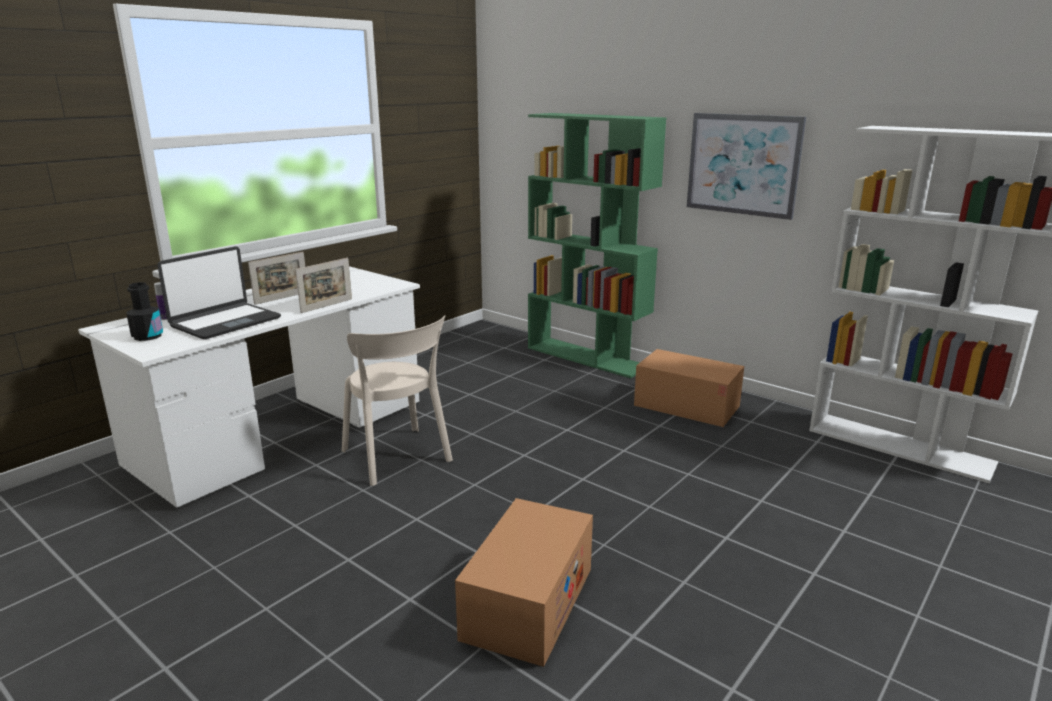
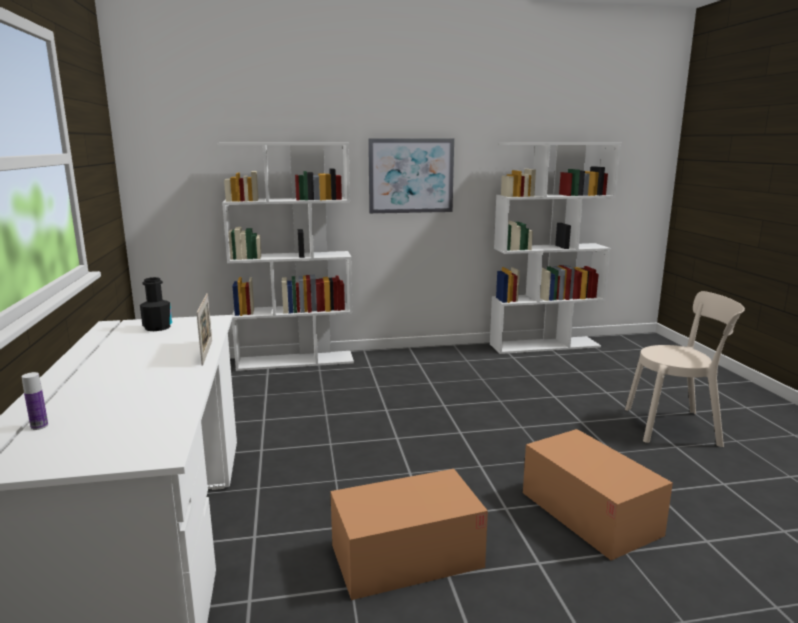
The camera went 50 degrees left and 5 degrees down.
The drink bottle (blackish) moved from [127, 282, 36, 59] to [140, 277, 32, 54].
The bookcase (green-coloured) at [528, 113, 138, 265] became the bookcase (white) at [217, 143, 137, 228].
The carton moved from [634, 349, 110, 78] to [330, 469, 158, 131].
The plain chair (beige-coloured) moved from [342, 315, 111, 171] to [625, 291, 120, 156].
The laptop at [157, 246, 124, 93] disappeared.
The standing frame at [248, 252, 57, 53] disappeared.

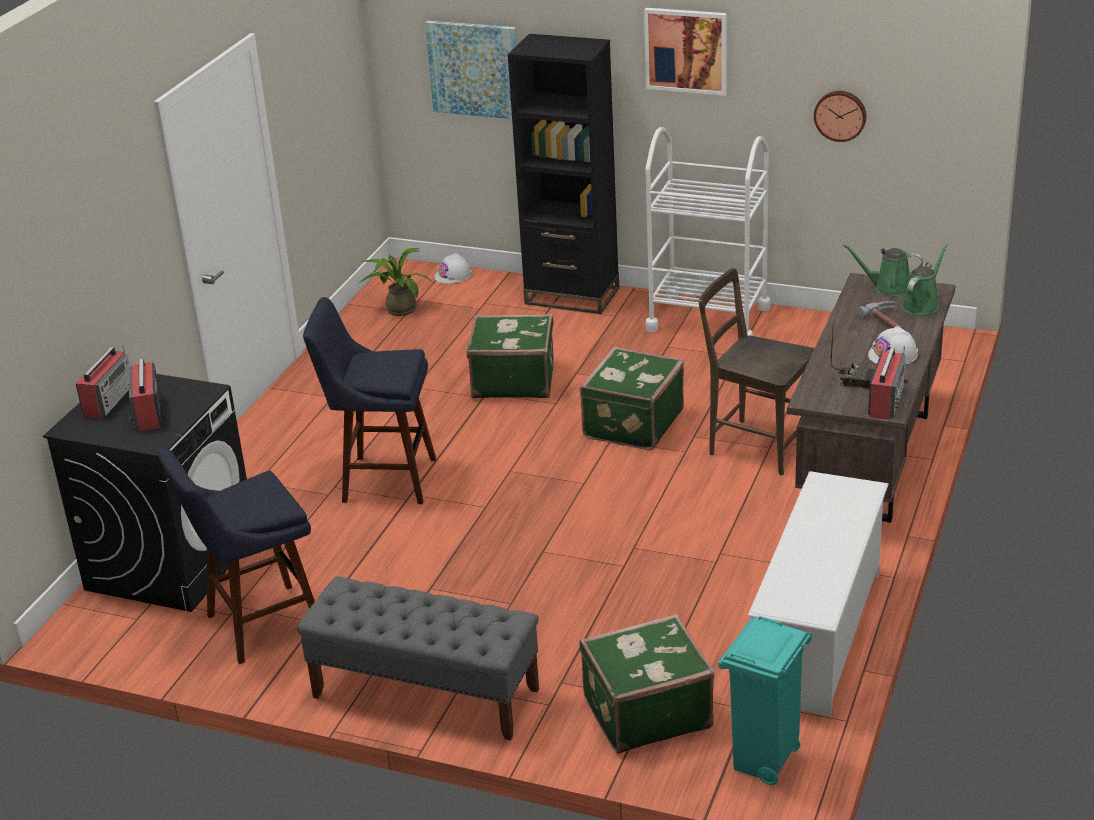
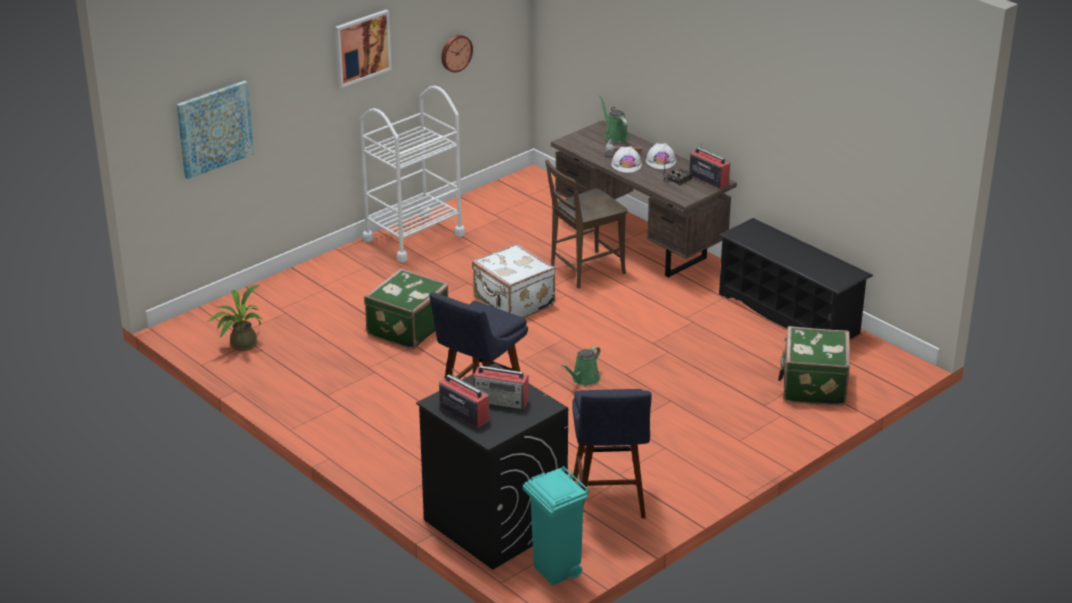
The camera went 65 degrees left and 0 degrees up.
The piece of luggage (green-coloured) at [580, 347, 104, 103] became the piece of luggage (white) at [472, 243, 83, 75].
The waste bin (blue-green) moved from [718, 616, 94, 169] to [523, 466, 66, 119].
The watering can (green-coloured) moved from [842, 244, 81, 52] to [561, 346, 39, 40].
The hard hat (white) moved from [434, 253, 38, 31] to [611, 146, 31, 27].
The shoe shelf (white) at [748, 471, 141, 245] became the shoe shelf (blackish) at [719, 218, 154, 121].
The indoor bench (greyish) at [297, 576, 242, 165] disappeared.
The bookcase (blackish) at [508, 34, 111, 280] disappeared.

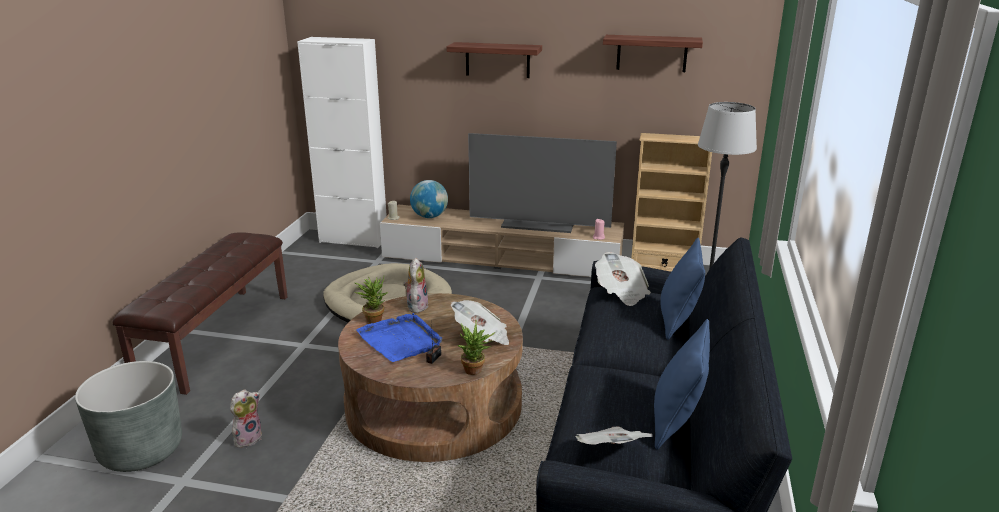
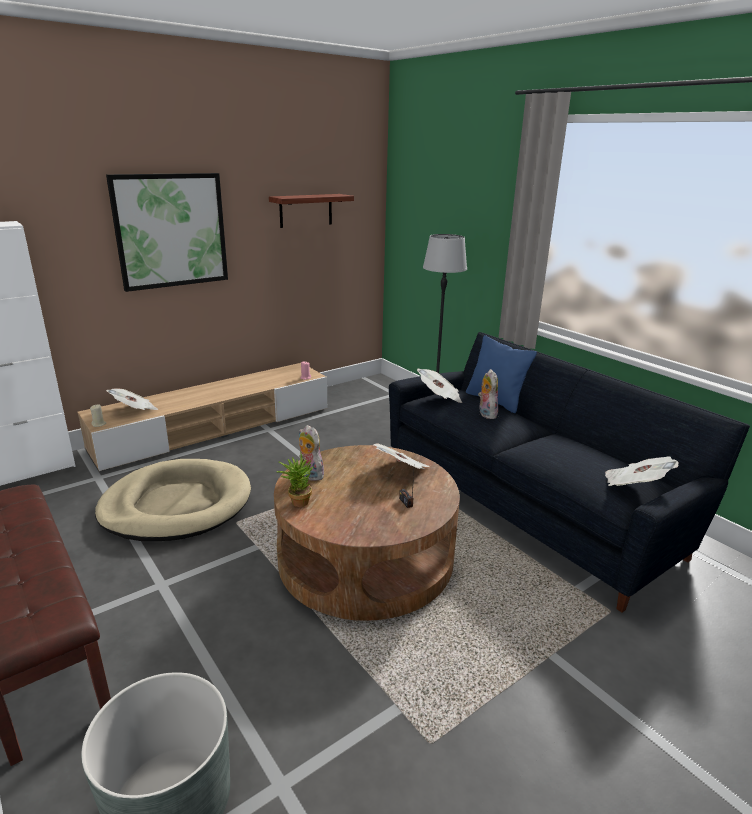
The camera went 50 degrees left and 0 degrees up.
The bracket shelf at [446, 42, 96, 36] was replaced by the picture at [106, 173, 122, 119].
The globe at [410, 180, 38, 38] was replaced by the daily paper at [106, 389, 53, 21].
The plush toy moved from [230, 389, 32, 59] to [478, 369, 20, 50].
The carrying tray (blue-coloured) at [356, 313, 86, 49] disappeared.
The potted plant at [457, 320, 39, 55] disappeared.
The TV set at [468, 133, 149, 100] disappeared.
The bookcase (beige-coloured) at [631, 133, 81, 139] disappeared.
The throw pillow (blue-coloured) at [654, 319, 56, 131] disappeared.

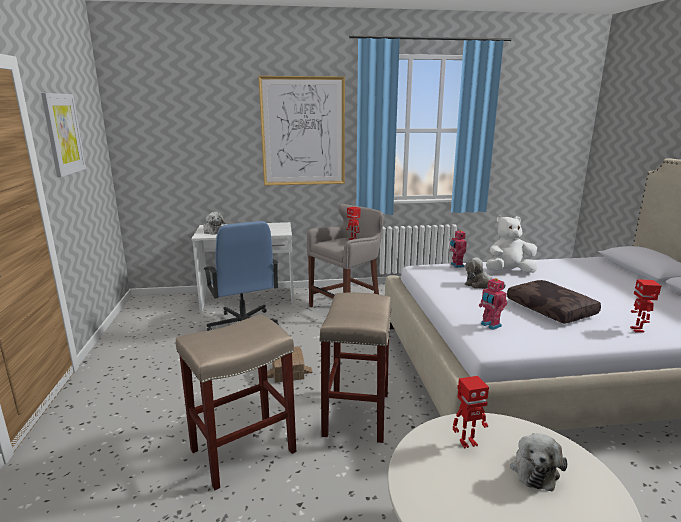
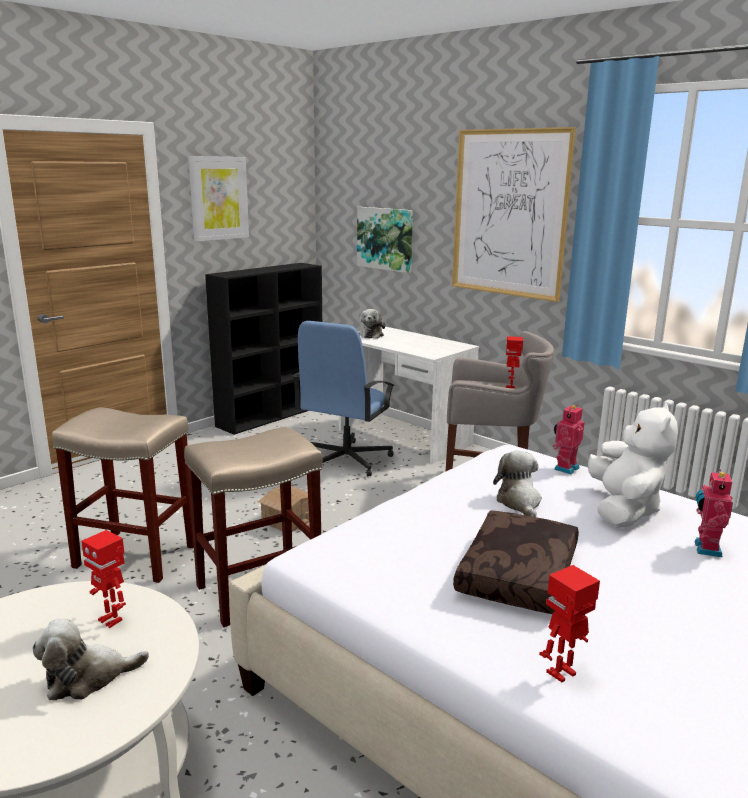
The camera went 50 degrees right and 0 degrees up.
The bookcase (blackish) at [205, 263, 117, 172] appeared.
The picture at [357, 207, 56, 66] appeared.
The plush toy (white) at [486, 215, 52, 58] turned 60 degrees clockwise.
The model robot moved from [479, 277, 28, 53] to [695, 469, 38, 88].

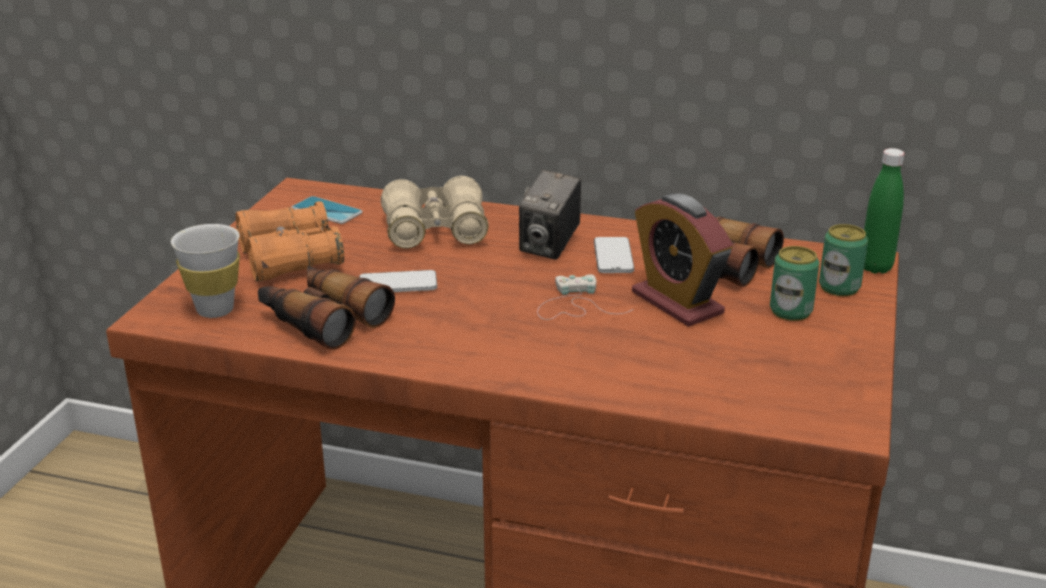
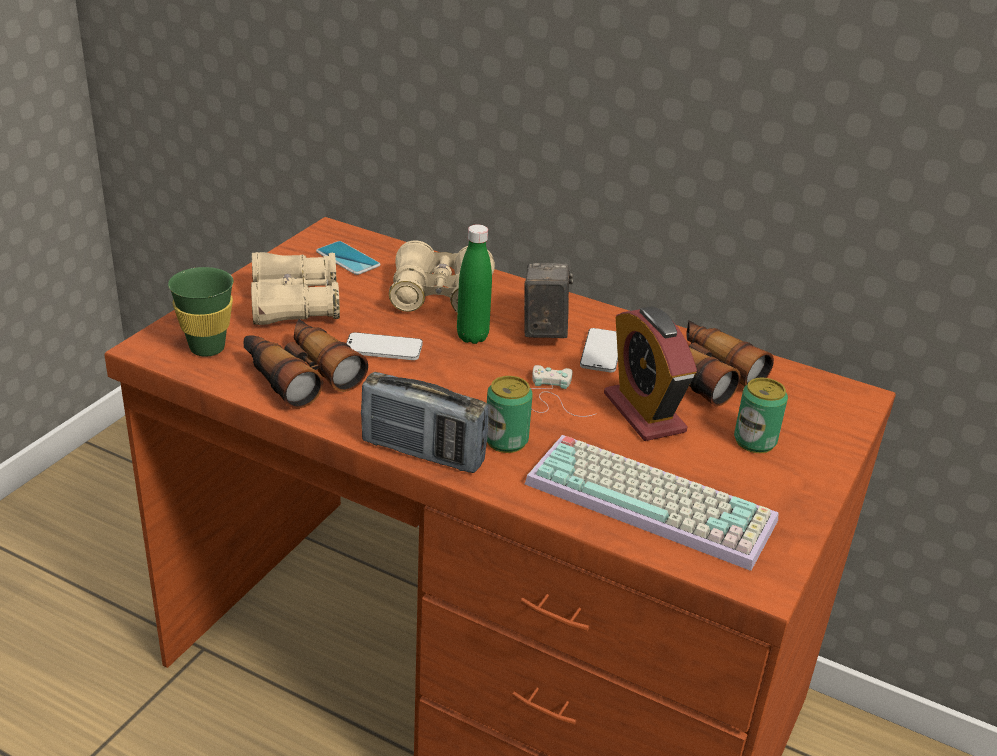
The camera went 10 degrees right and 5 degrees up.
The small cup (white) at [171, 224, 69, 94] became the small cup (green-coloured) at [168, 267, 65, 90].
The binoculars (orange-coloured) at [236, 201, 108, 80] became the binoculars (beige-coloured) at [251, 252, 89, 73].
The radio at [361, 372, 128, 101] appeared.
The drink bottle (green-coloured) moved from [864, 148, 41, 126] to [457, 224, 35, 120].
The metal can moved from [819, 224, 49, 72] to [487, 376, 46, 77].
The photo camera at [519, 169, 62, 91] turned 150 degrees clockwise.
The keyboard at [525, 435, 254, 136] appeared.

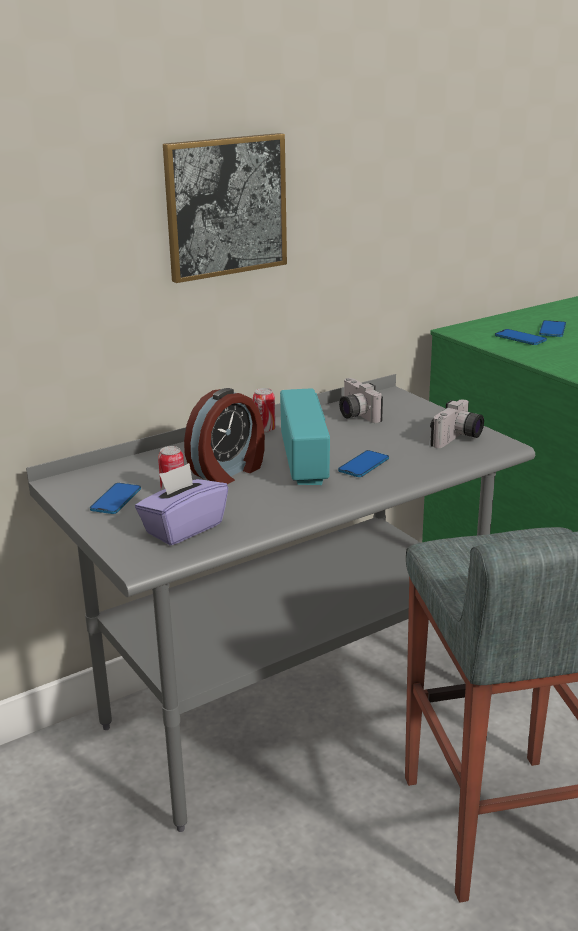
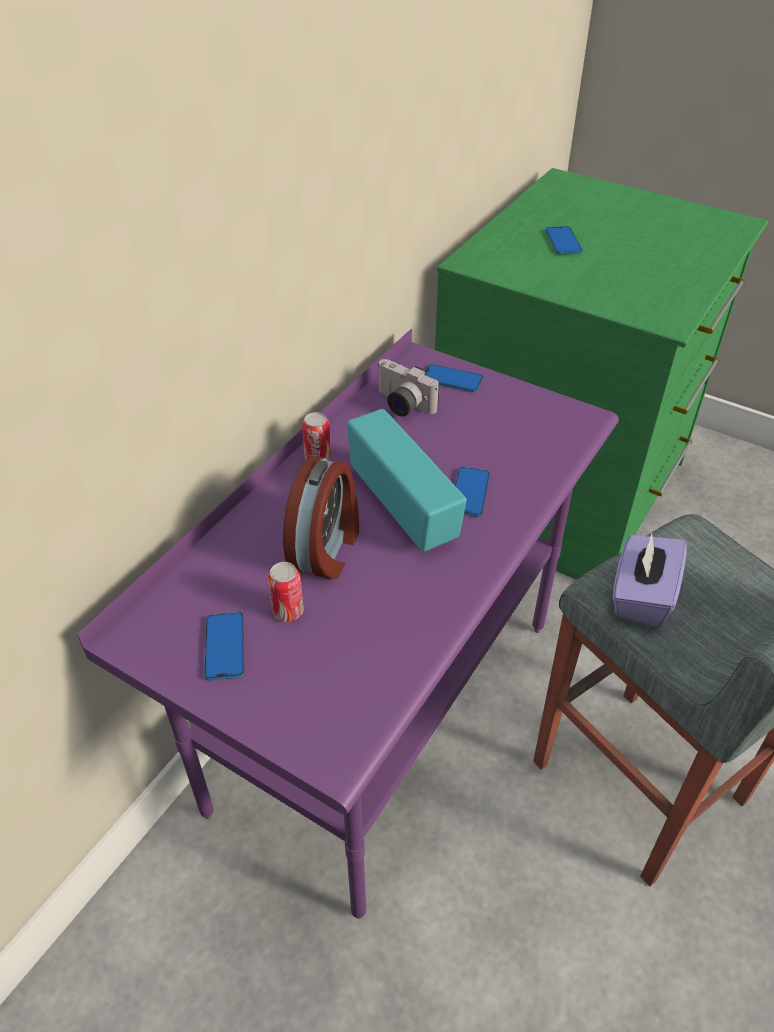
The camera went 25 degrees left and 20 degrees up.
The desk (greyish) at [26, 374, 509, 458] became the desk (purple-coloured) at [77, 329, 542, 590].
The handset moved from [495, 329, 52, 16] to [426, 364, 57, 28].
The tissue holder (purple-coloured) moved from [135, 463, 93, 83] to [613, 533, 74, 95].
The picture at [163, 133, 124, 150] disappeared.
The photo camera at [430, 400, 54, 48] disappeared.

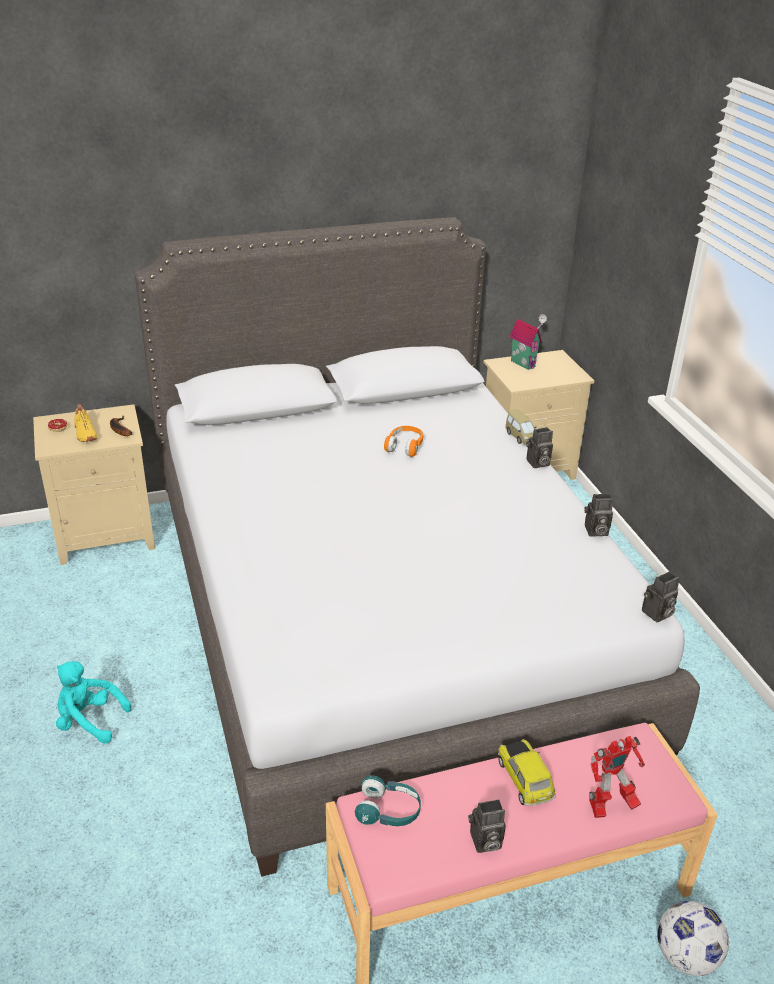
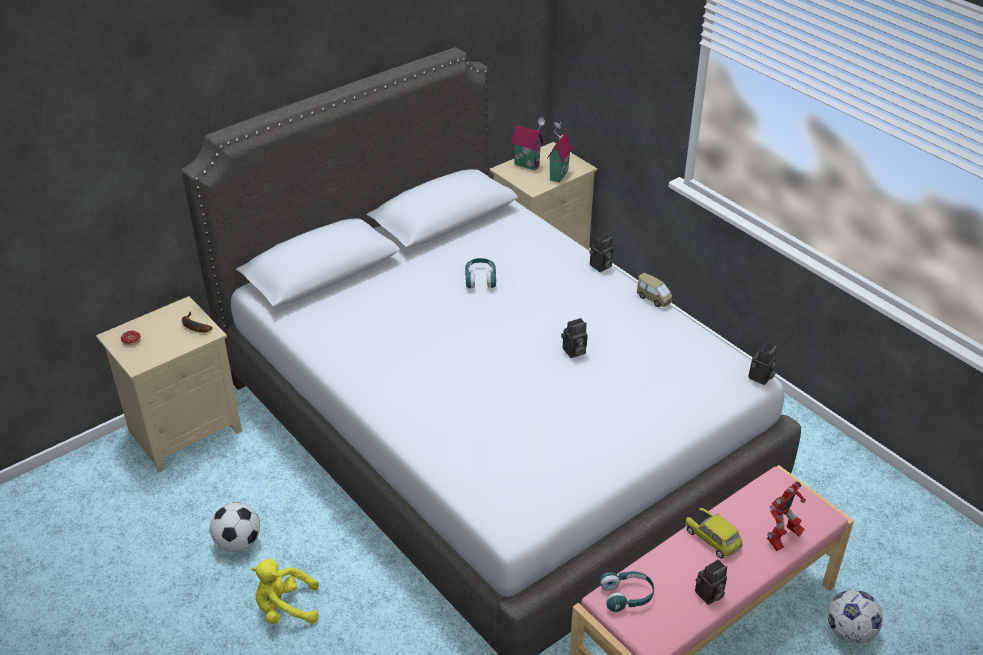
The camera went 20 degrees left and 5 degrees up.
The football ball at [210, 502, 50, 50] appeared.
The plush toy (blue-green) at [56, 661, 76, 83] became the plush toy (yellow) at [251, 558, 68, 66].
The headset (orange-coloured) at [384, 426, 39, 31] became the headset (blue-green) at [465, 258, 31, 30].
The toy house at [547, 122, 26, 60] appeared.
The photo camera moved from [584, 494, 29, 43] to [561, 318, 27, 40].
The toy car moved from [506, 409, 31, 35] to [637, 273, 35, 34].
The shoe (yellow) at [74, 403, 23, 39] disappeared.

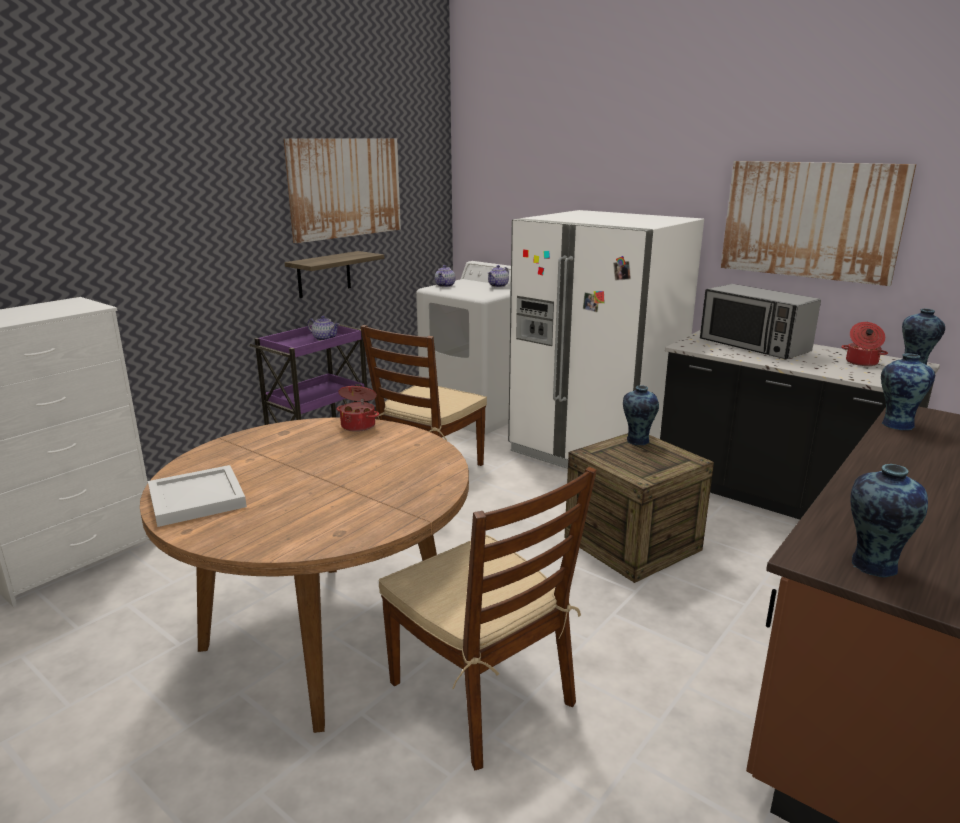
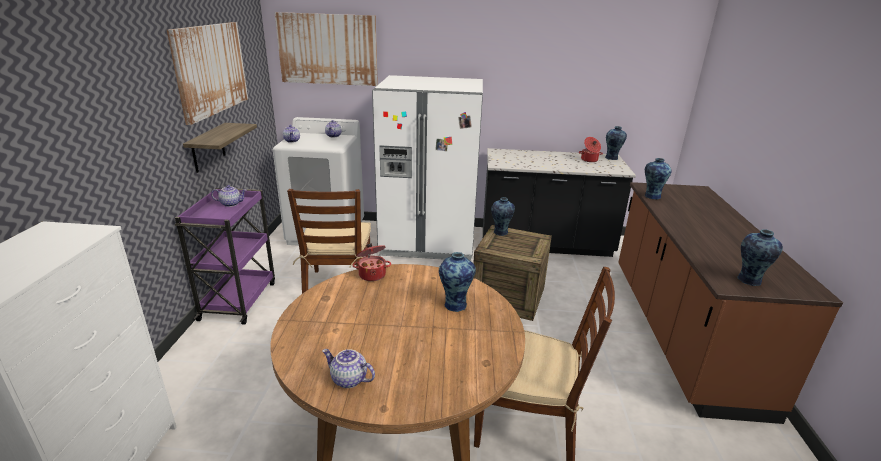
The camera went 35 degrees left and 5 degrees up.
The picture moved from [721, 161, 195, 125] to [275, 12, 103, 74].
The carrying tray (white) at [148, 465, 99, 62] was replaced by the pot for tea at [322, 349, 53, 39].
The flower vase at [439, 252, 37, 60] appeared.
The microwave at [700, 284, 121, 75] disappeared.

